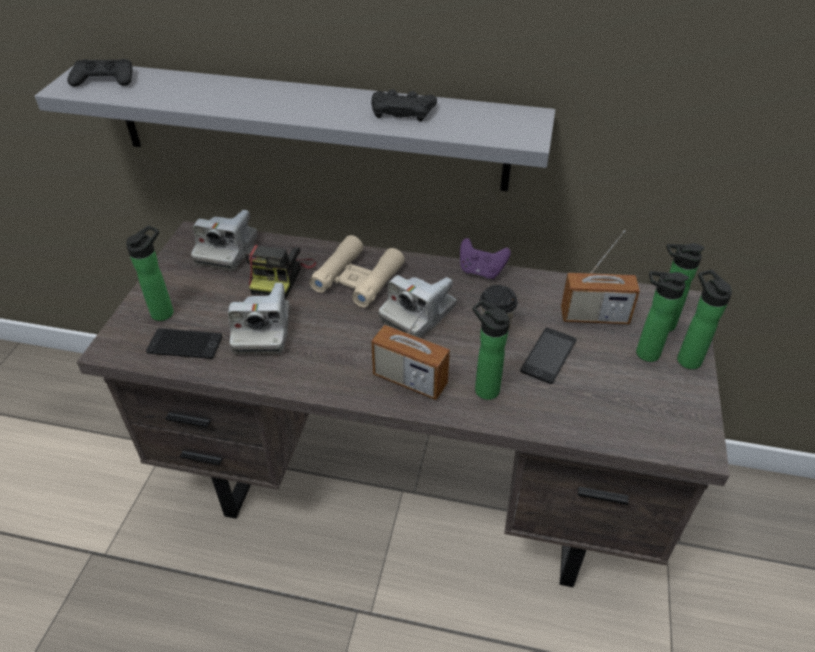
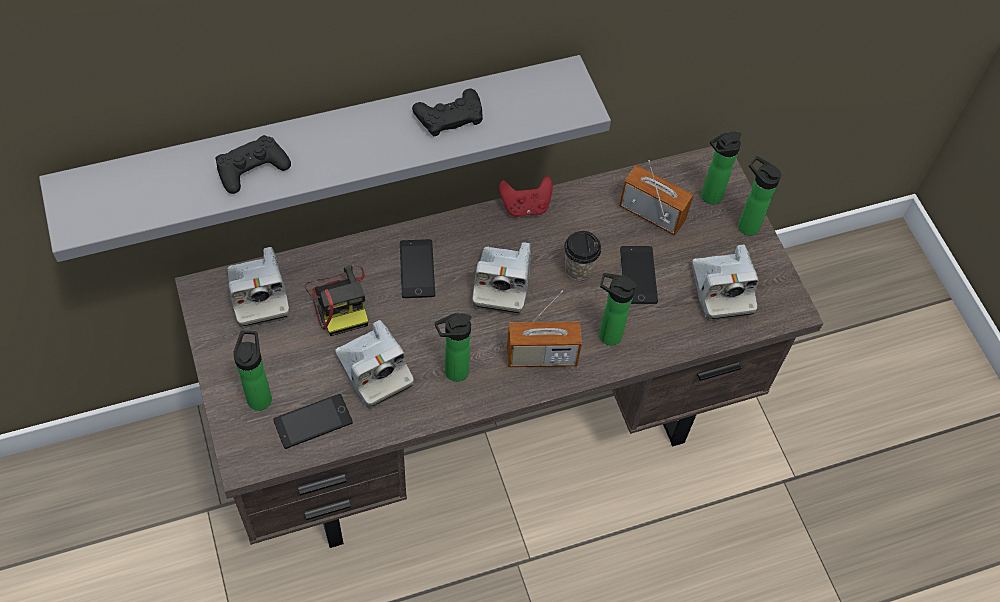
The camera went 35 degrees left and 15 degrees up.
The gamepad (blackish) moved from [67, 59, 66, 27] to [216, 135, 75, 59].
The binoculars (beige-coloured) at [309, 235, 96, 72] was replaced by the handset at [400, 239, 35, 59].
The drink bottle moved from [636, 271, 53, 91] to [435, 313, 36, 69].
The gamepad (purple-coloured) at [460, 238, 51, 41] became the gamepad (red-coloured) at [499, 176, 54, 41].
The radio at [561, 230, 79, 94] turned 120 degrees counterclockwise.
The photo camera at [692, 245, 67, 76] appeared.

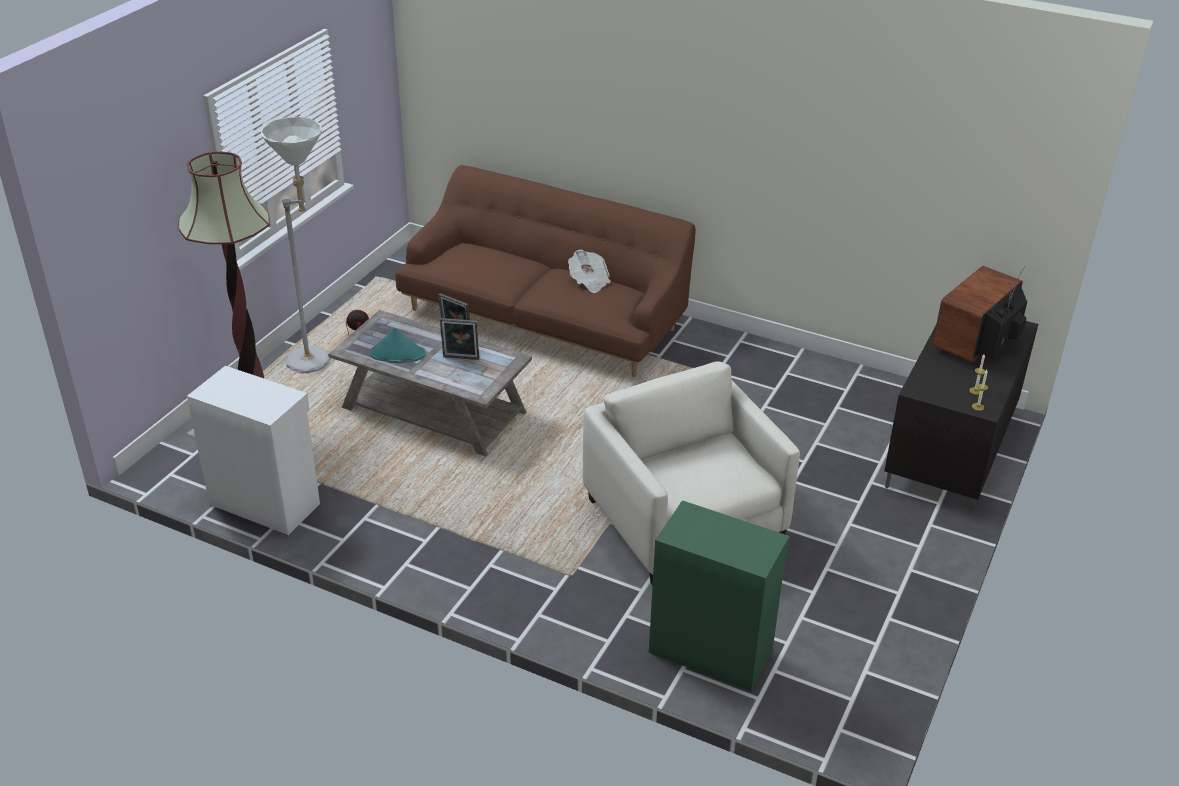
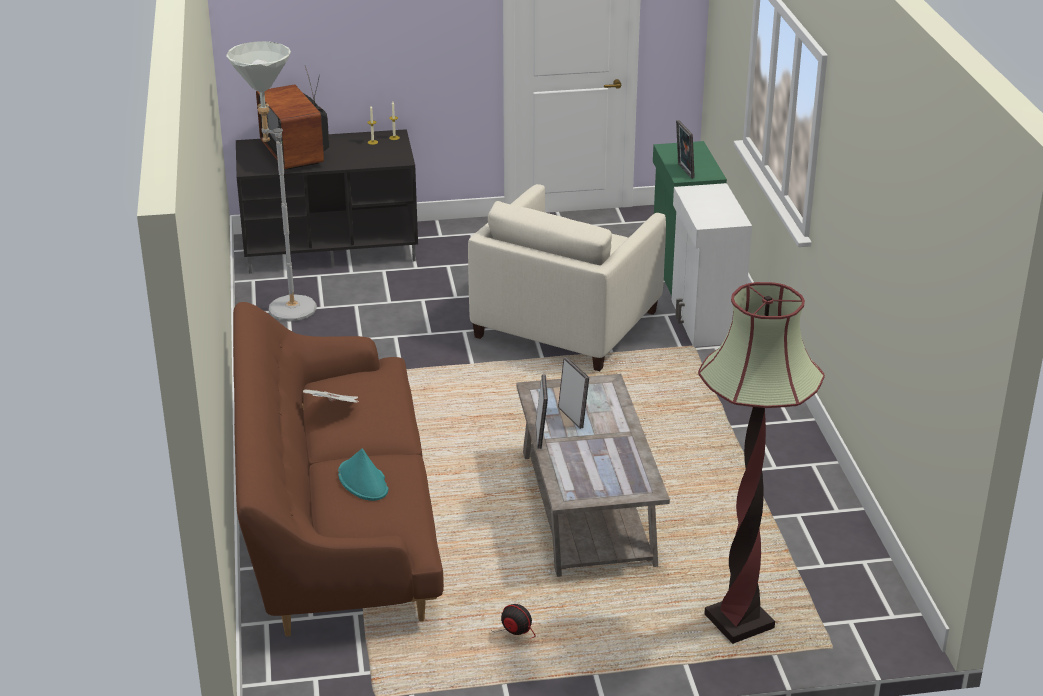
The camera went 125 degrees left and 5 degrees down.
The standard lamp (greyish) moved from [261, 117, 69, 256] to [226, 41, 91, 280].
The TV set at [932, 266, 95, 97] turned 60 degrees clockwise.
The hat (blue-green) moved from [370, 328, 56, 35] to [338, 448, 51, 53].
The cabinet (white) moved from [187, 366, 133, 169] to [672, 183, 80, 164].
The standing frame at [676, 120, 19, 59] appeared.

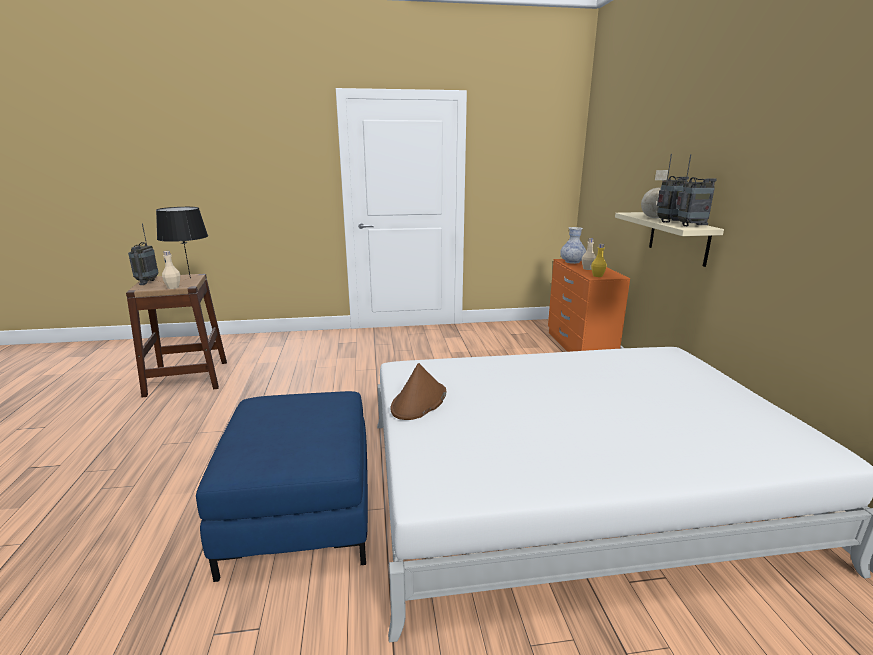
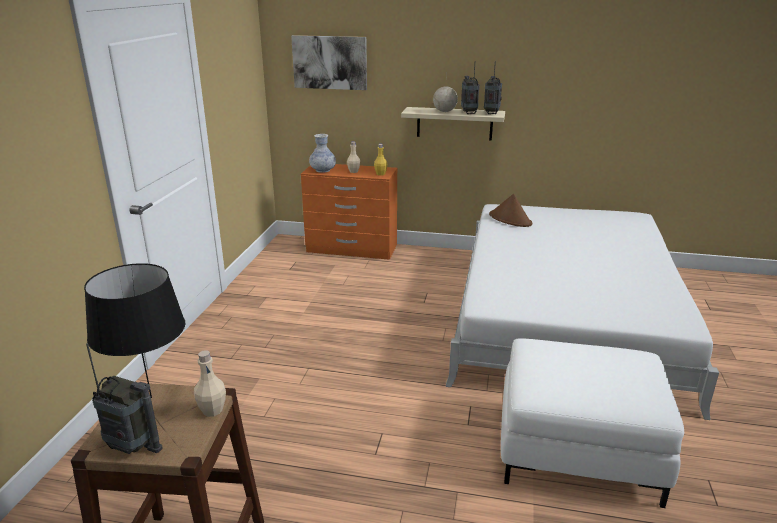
The camera went 70 degrees left and 5 degrees up.
The picture at [291, 35, 76, 55] appeared.
The hat (brown) moved from [390, 363, 56, 57] to [489, 194, 43, 33].
The ottoman (blue-coloured) at [196, 391, 172, 191] became the ottoman (white) at [501, 338, 183, 170].

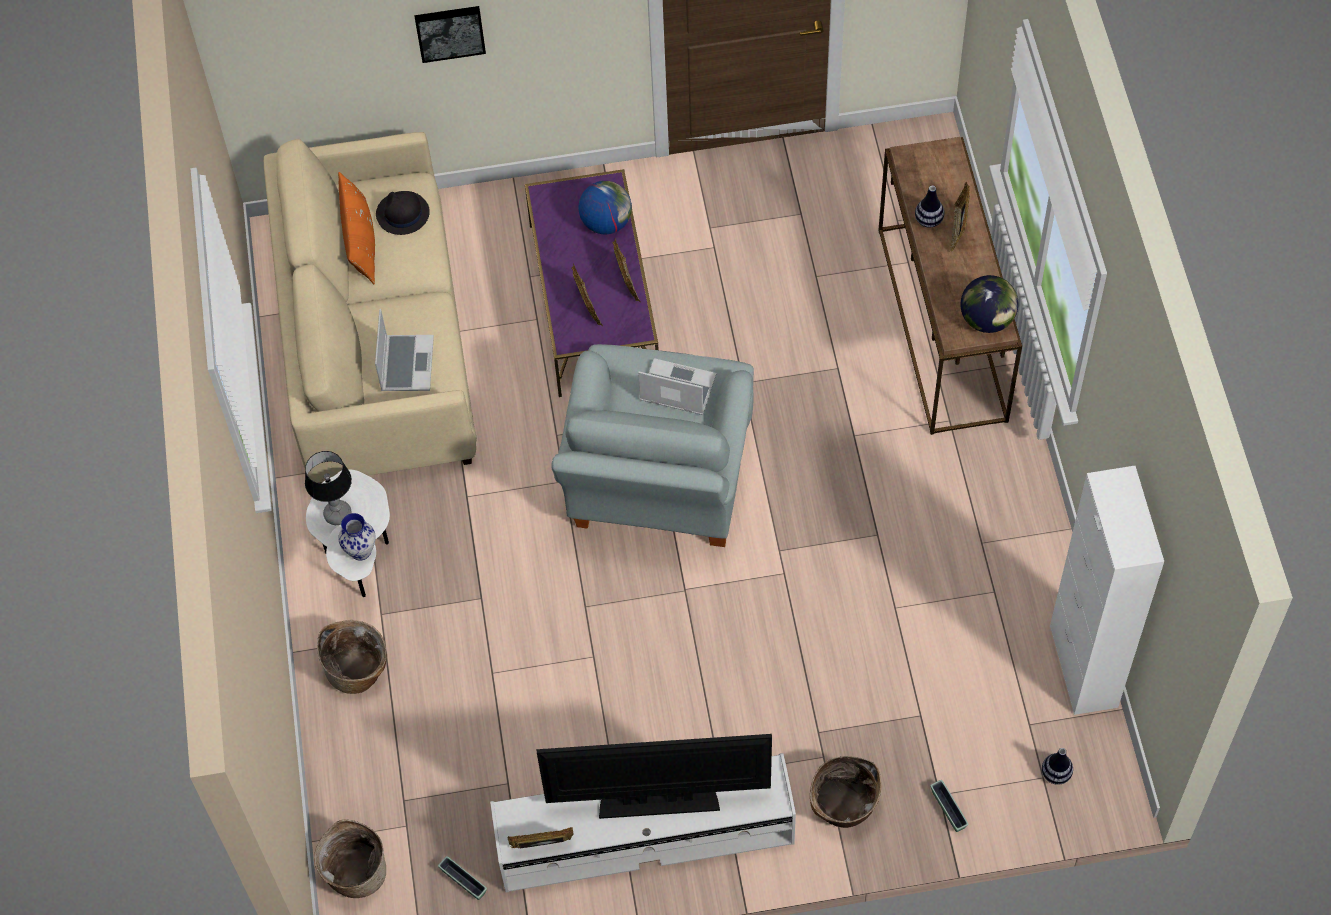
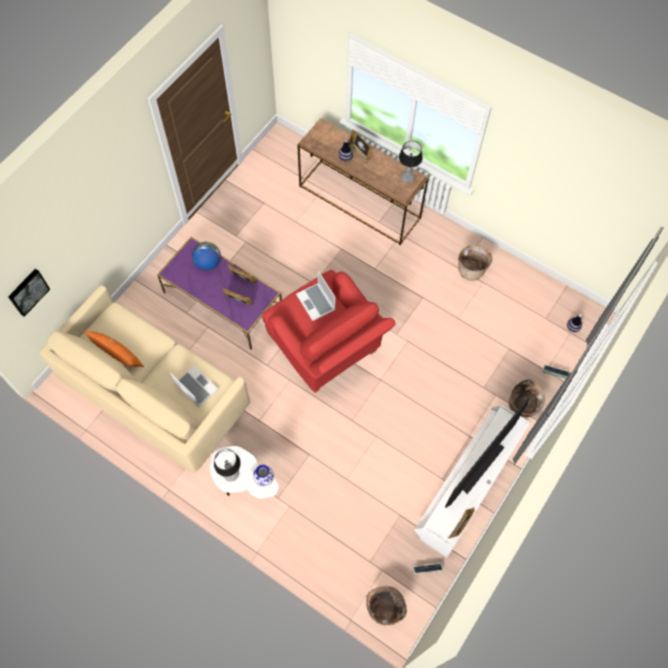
The camera went 50 degrees left and 5 degrees up.
The picture moved from [414, 6, 72, 57] to [8, 269, 42, 48].
The lounge chair (greyish) at [552, 344, 202, 203] became the lounge chair (red-coloured) at [262, 270, 134, 123].
The laptop at [638, 358, 79, 57] turned 90 degrees counterclockwise.
The globe at [961, 275, 57, 58] was replaced by the table lamp at [399, 141, 24, 42].
The household basket moved from [317, 620, 70, 74] to [458, 245, 34, 36].
The hat (blackish) at [376, 191, 54, 44] disappeared.
The cabinet (white) at [1050, 466, 114, 249] disappeared.

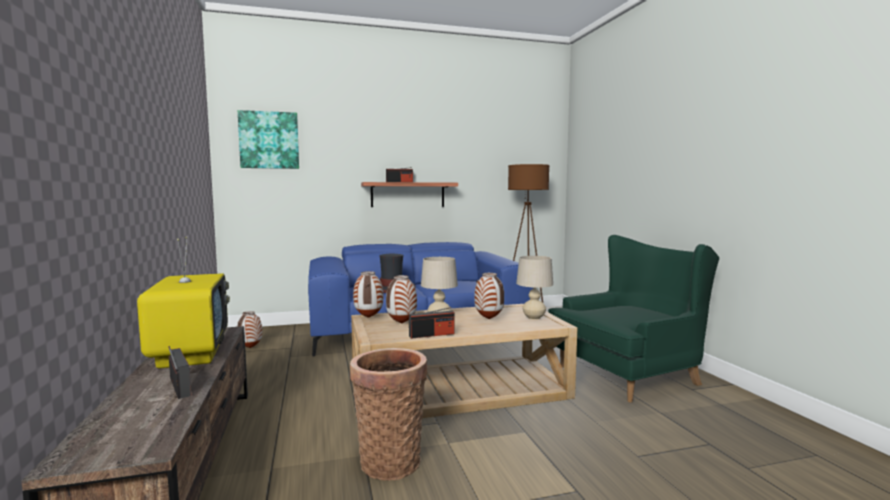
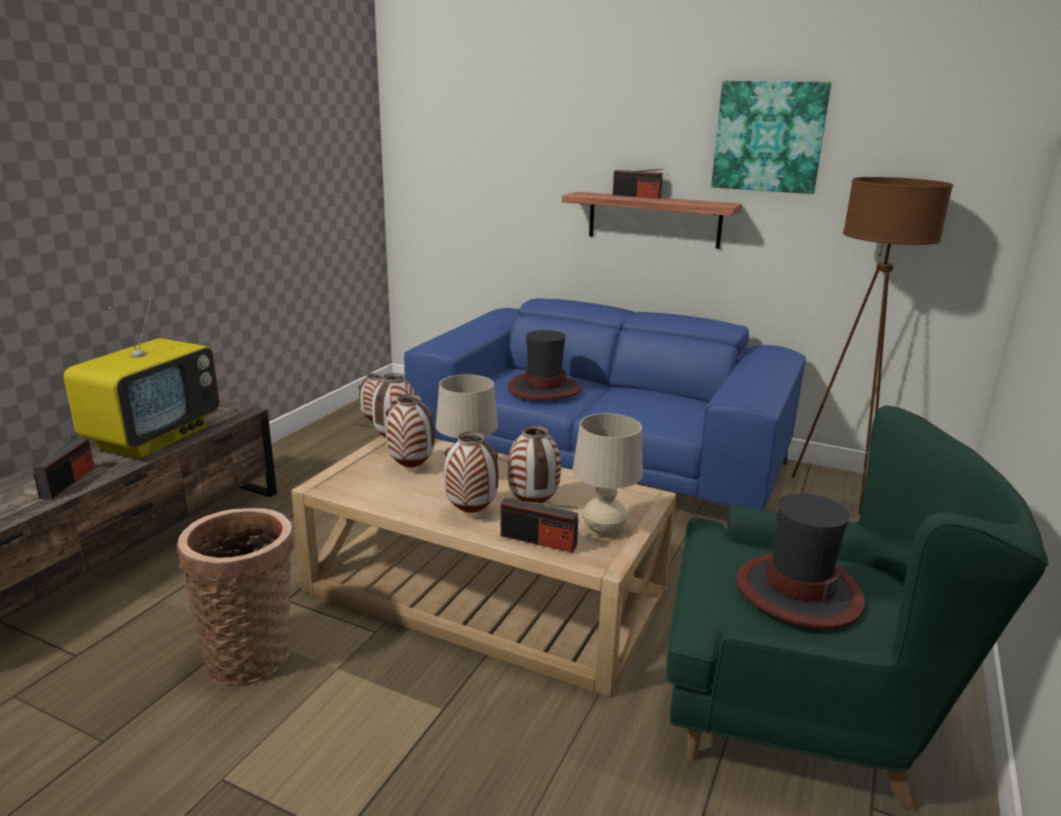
The camera went 40 degrees right and 15 degrees up.
The flower vase at [444, 432, 54, 81] appeared.
The radio moved from [409, 307, 46, 32] to [500, 498, 78, 55].
The picture moved from [238, 110, 61, 59] to [711, 81, 120, 113].
The hat at [735, 494, 130, 135] appeared.

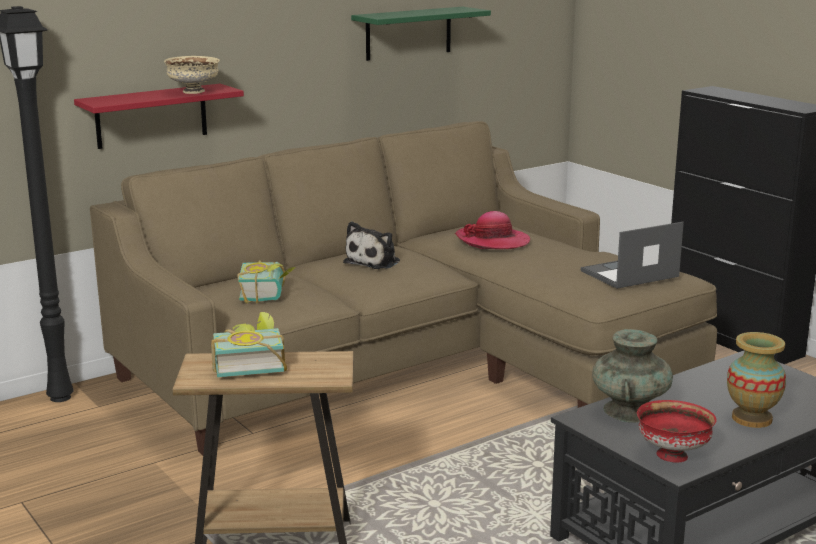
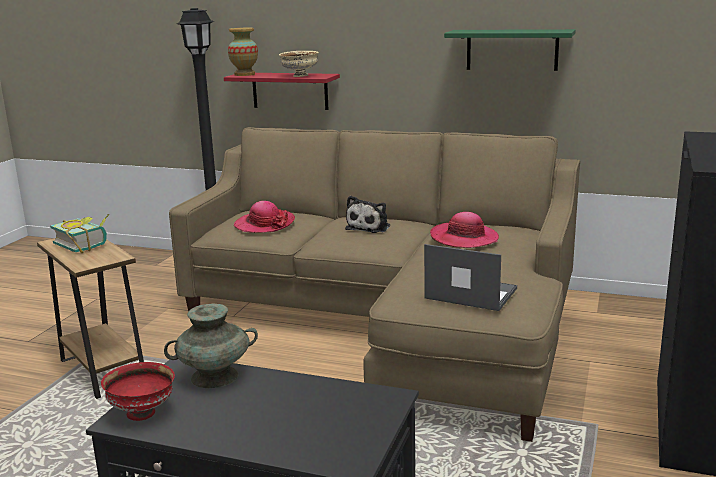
The camera went 55 degrees right and 0 degrees up.
The flower vase moved from [727, 332, 59, 96] to [228, 28, 30, 48].
The volume at [237, 260, 59, 44] was replaced by the hat at [234, 201, 61, 32].
The plush toy at [343, 221, 57, 48] turned 60 degrees counterclockwise.

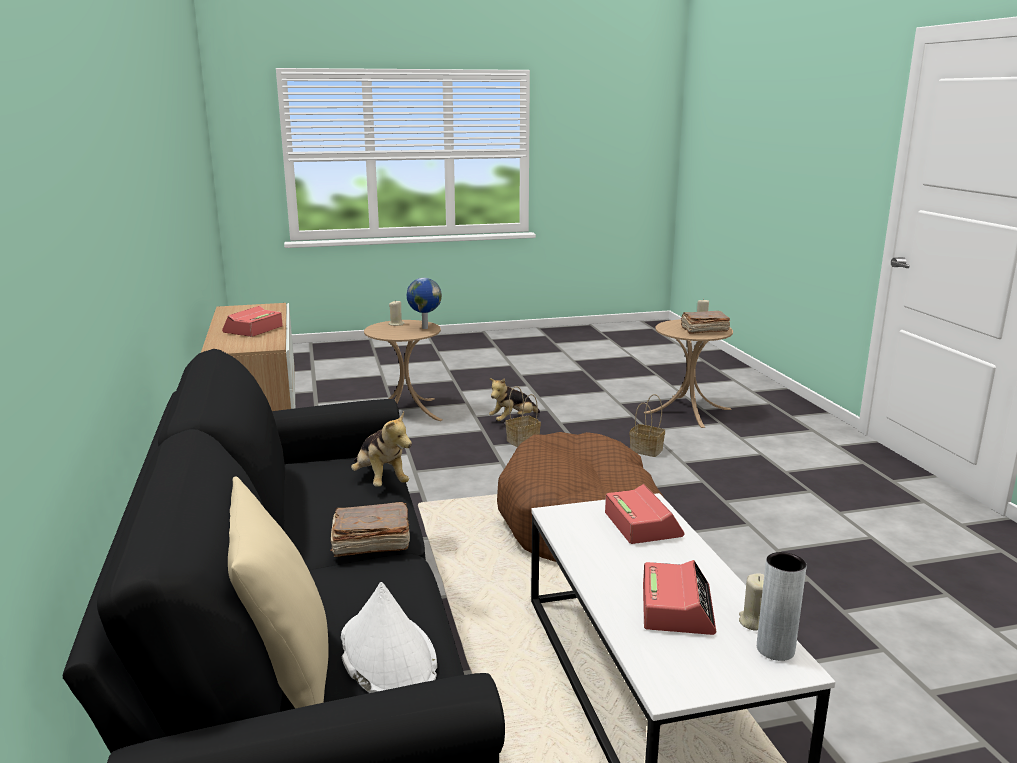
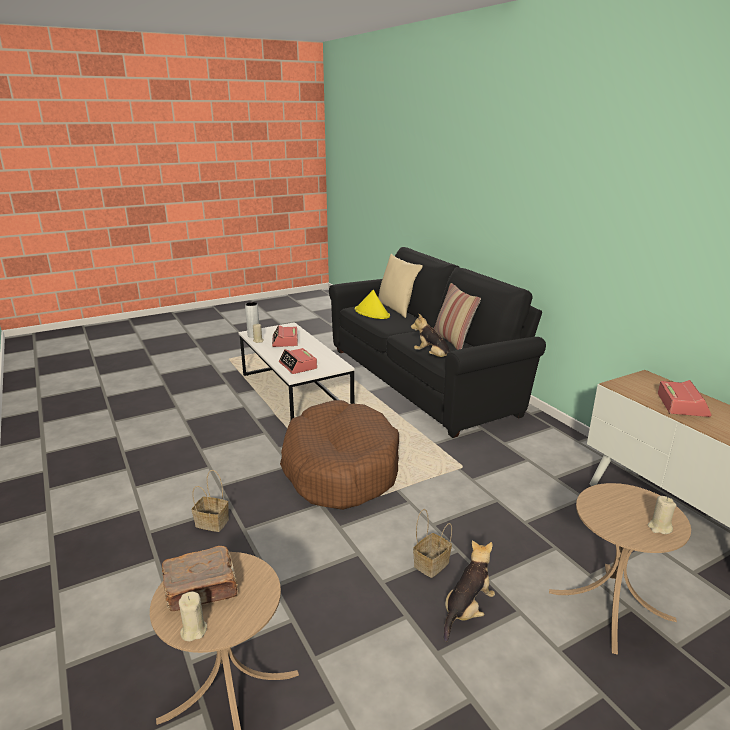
The camera went 165 degrees right and 5 degrees up.
The household basket moved from [630, 394, 35, 63] to [192, 470, 37, 62].
The hat (white) at [341, 582, 96, 111] became the hat (yellow) at [355, 290, 35, 29].
The throw pillow at [433, 283, 48, 67] appeared.
The volume (brown) at [331, 502, 79, 55] disappeared.
The globe at [407, 278, 35, 51] disappeared.

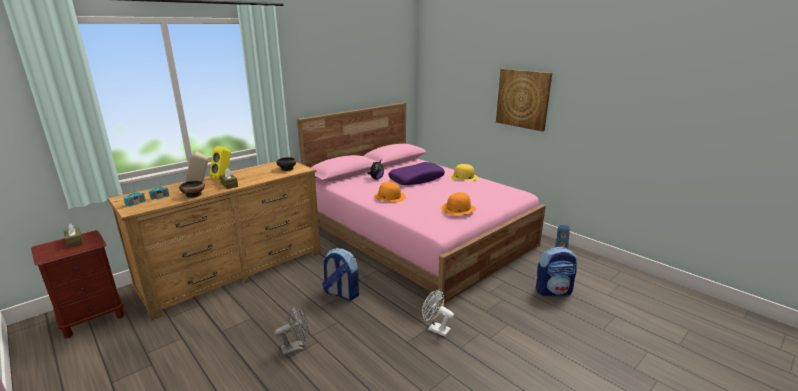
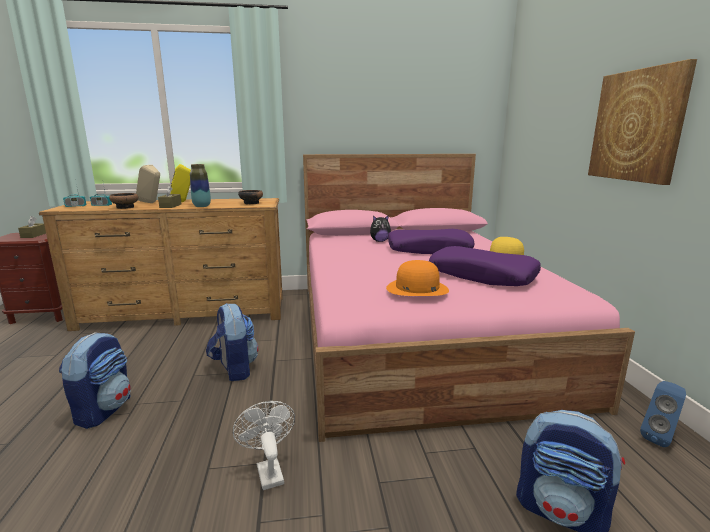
The camera went 35 degrees right and 5 degrees down.
The electric fan (greyish) at [274, 306, 35, 50] was replaced by the rucksack at [59, 332, 72, 97].
The flower vase at [190, 164, 21, 43] appeared.
The throw pillow (purple-coloured) at [429, 246, 112, 40] appeared.
The hat (orange-coloured) at [374, 182, 32, 20] disappeared.

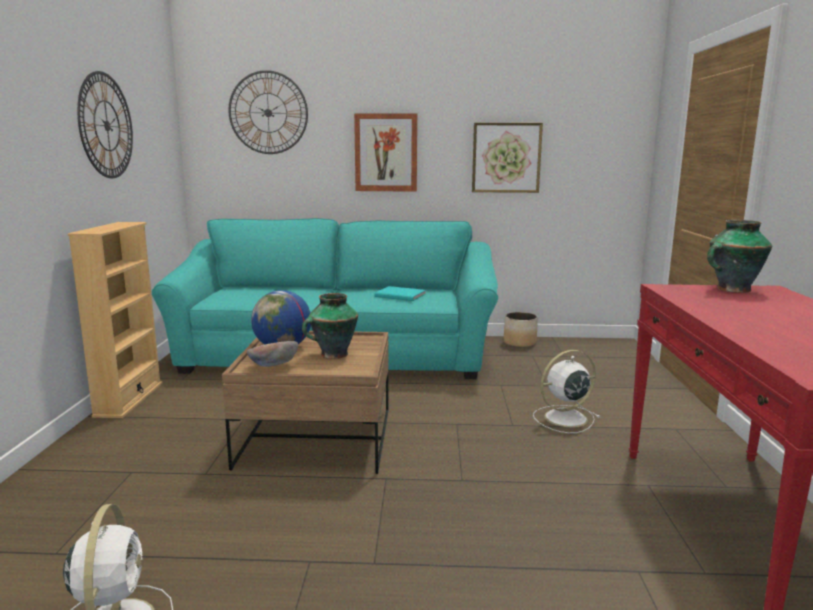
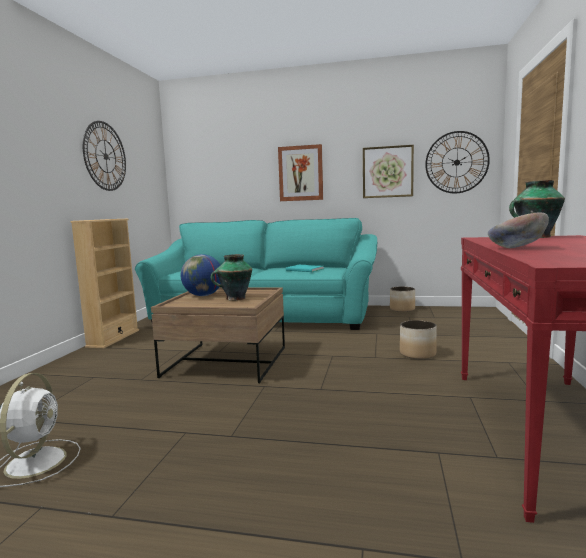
The camera went 10 degrees right and 5 degrees down.
The electric fan (white) at [533, 350, 67, 83] was replaced by the flower pot at [400, 320, 37, 39].
The hanging clock moved from [229, 70, 79, 84] to [425, 131, 65, 62].
The deep dish moved from [247, 341, 51, 26] to [488, 213, 61, 35].

